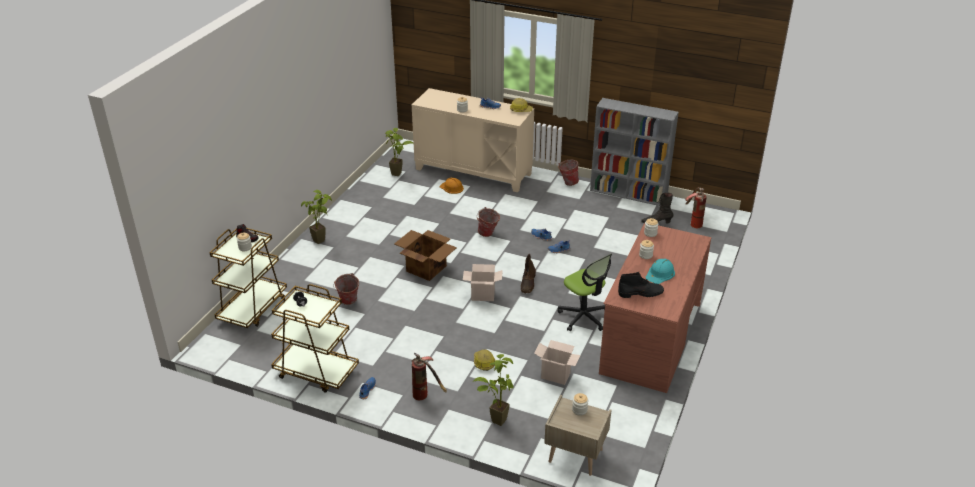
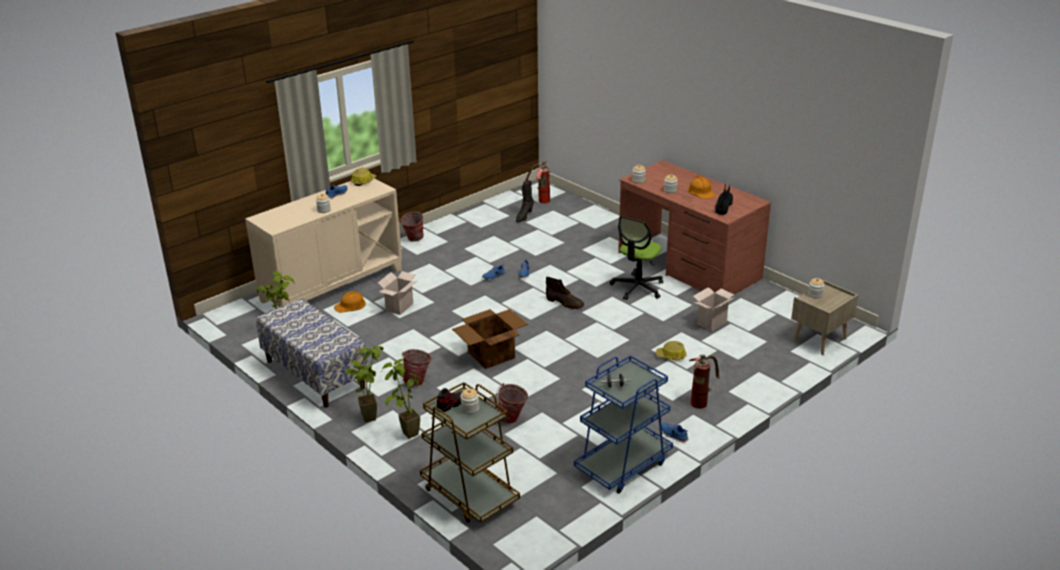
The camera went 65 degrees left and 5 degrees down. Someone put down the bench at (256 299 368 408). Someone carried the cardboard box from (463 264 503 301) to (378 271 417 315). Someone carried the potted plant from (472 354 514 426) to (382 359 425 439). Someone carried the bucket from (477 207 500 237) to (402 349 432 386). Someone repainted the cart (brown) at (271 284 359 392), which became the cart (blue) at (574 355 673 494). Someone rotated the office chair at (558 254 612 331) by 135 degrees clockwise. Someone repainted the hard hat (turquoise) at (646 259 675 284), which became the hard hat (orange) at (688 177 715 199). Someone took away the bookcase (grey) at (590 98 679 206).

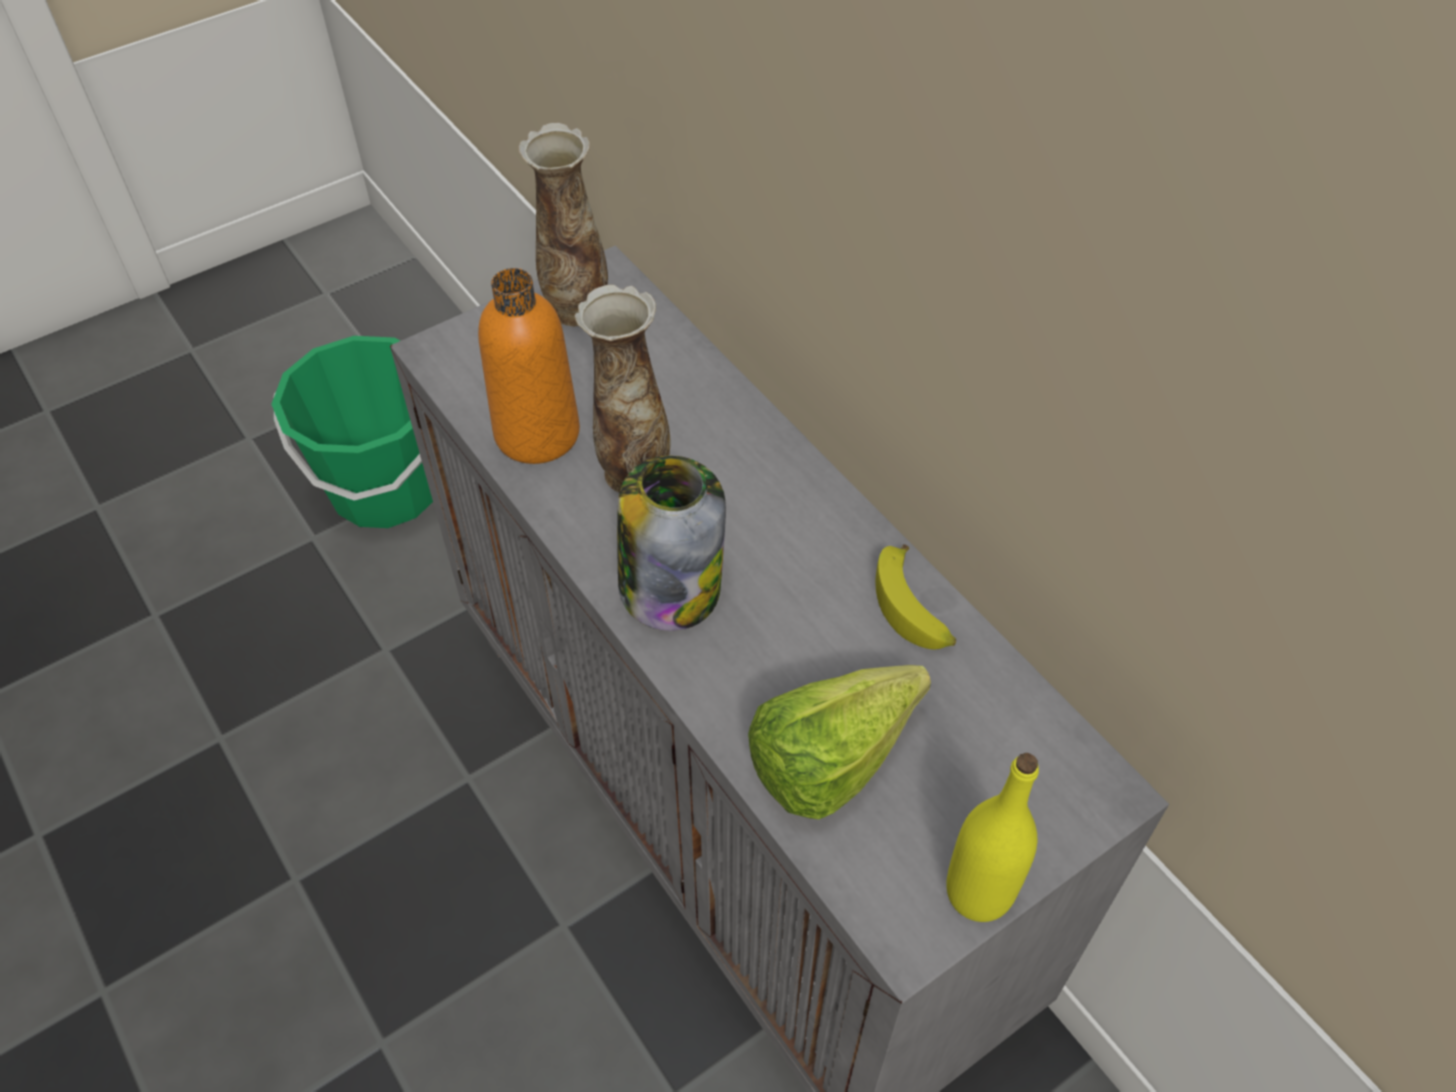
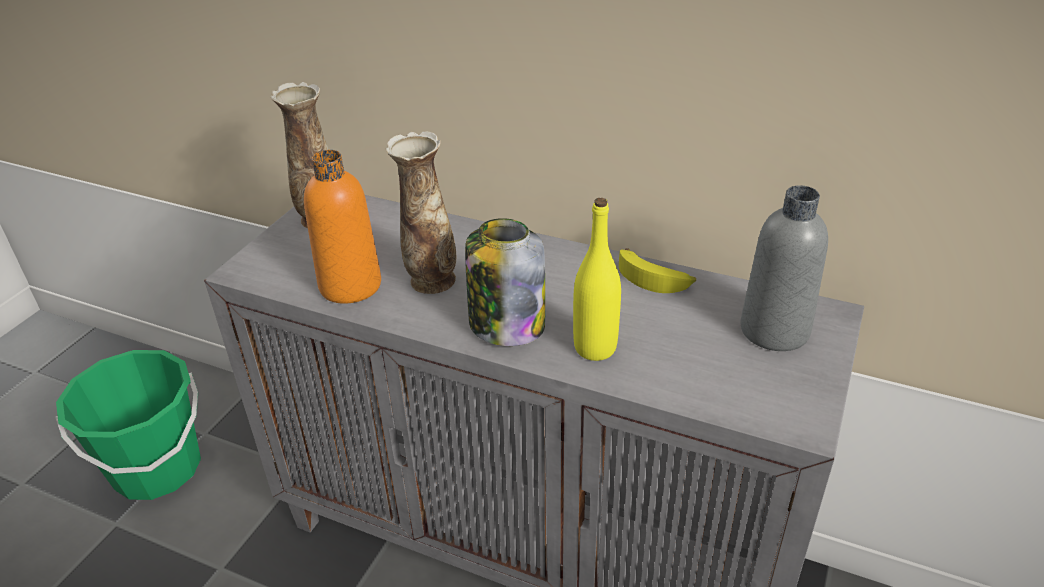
The camera went 30 degrees left and 15 degrees down. Someone carried the bottle (yellow) from (946 753 1039 922) to (573 198 621 361). Someone put down the bottle (grey) at (741 185 828 351). Someone took away the lettuce at (748 665 931 819).

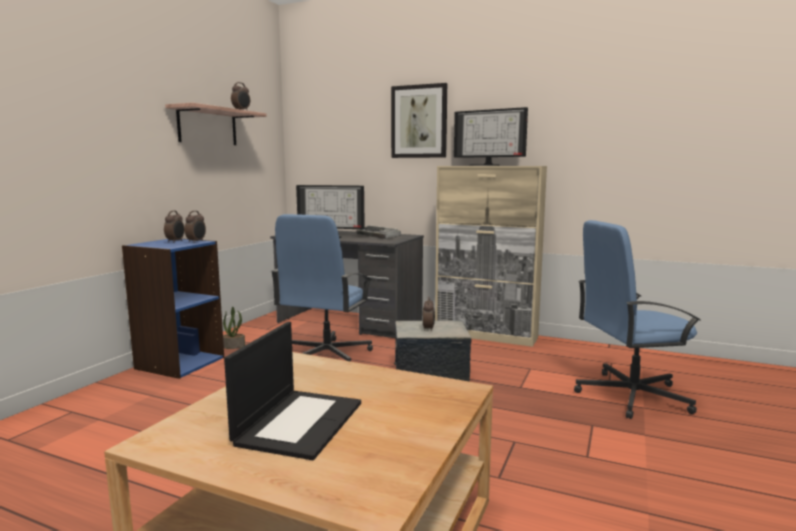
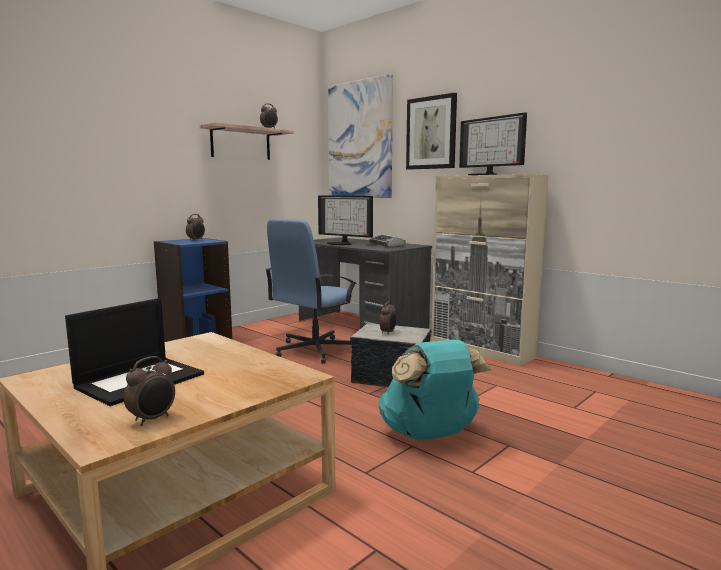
The camera went 20 degrees right and 0 degrees up. Someone carried the alarm clock from (184 211 206 243) to (124 356 175 426). Someone put up the picture at (328 74 393 198). Someone put down the backpack (turquoise) at (379 340 491 440). Someone took away the potted plant at (223 306 245 349). Someone took away the office chair (blue) at (574 220 701 419).

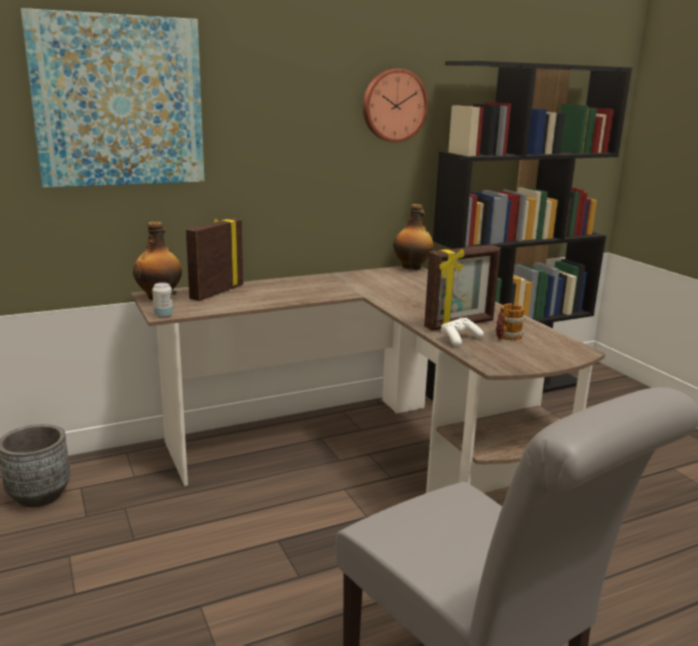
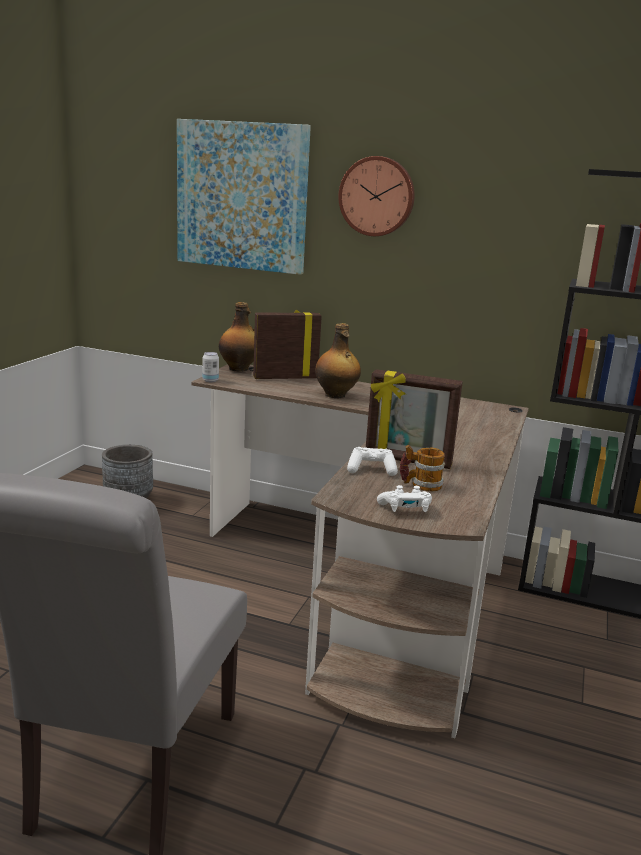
The camera went 45 degrees right and 0 degrees up. Someone carried the bottle from (393 204 434 269) to (315 323 361 398). Someone carried the wall clock from (363 69 428 142) to (338 156 415 236). Someone put down the game controller (white) at (377 485 432 512).

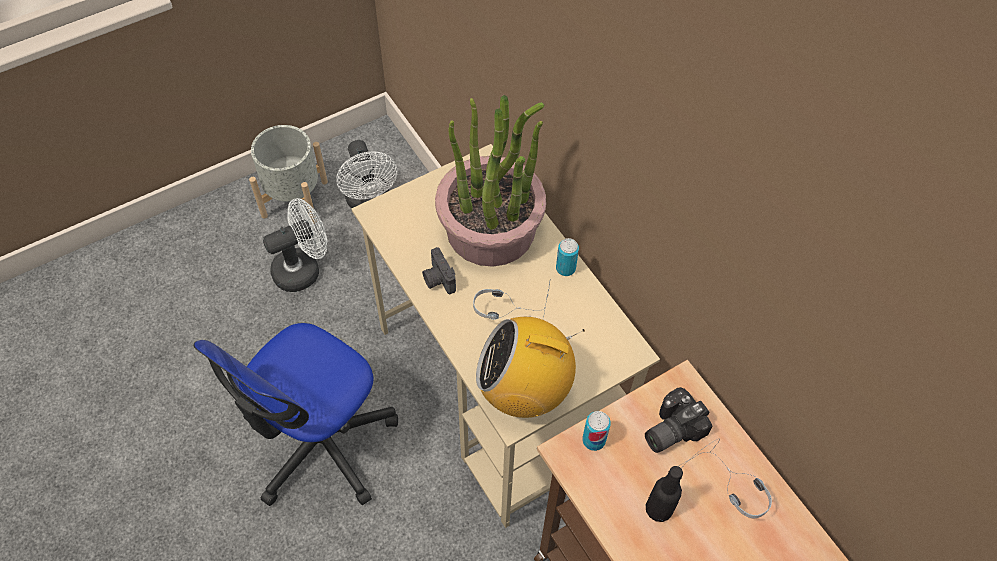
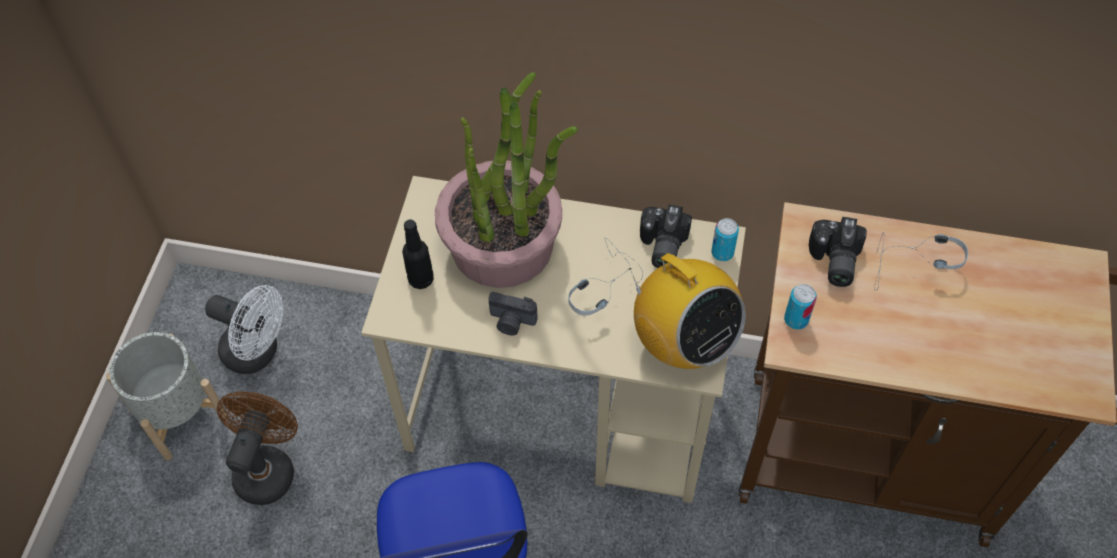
The camera went 45 degrees left and 0 degrees up. Someone repainted the fan (white) at (263 198 327 292), which became the fan (brown) at (217 391 298 505). Someone carried the bottle (black) from (646 466 683 522) to (402 220 434 289). Someone rotated the radio at (476 317 585 418) by 90 degrees counterclockwise. Someone put down the photo camera at (640 204 692 268). Someone carried the can from (556 238 579 276) to (711 218 739 261).

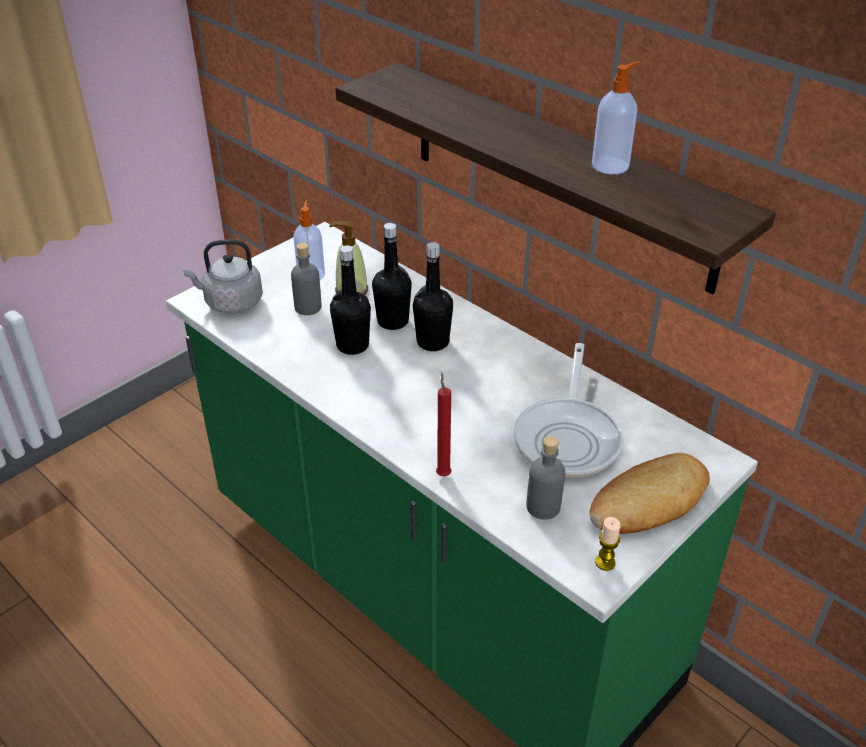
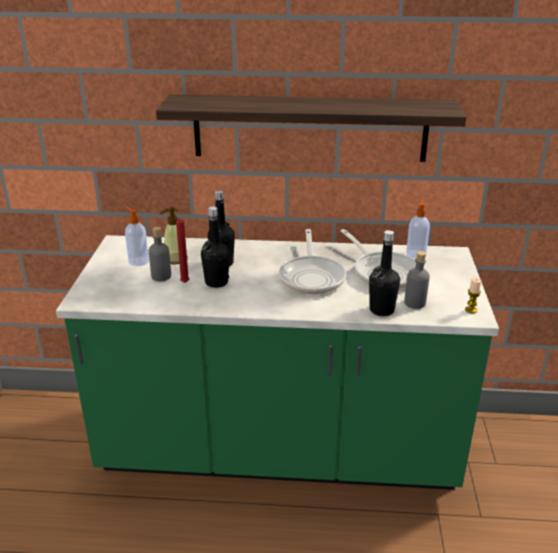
The camera went 40 degrees left and 10 degrees down. Someone carried the candle (red) from (436 373 452 476) to (174 212 189 283). Someone put down the frying pan at (279 229 346 294). Someone carried the bottle (black) from (413 242 453 351) to (369 230 400 316). Someone carried the soap dispenser from (592 62 640 174) to (406 200 430 259). Someone took away the kettle (grey) at (183 239 263 314). Someone took away the bread at (590 453 710 534).

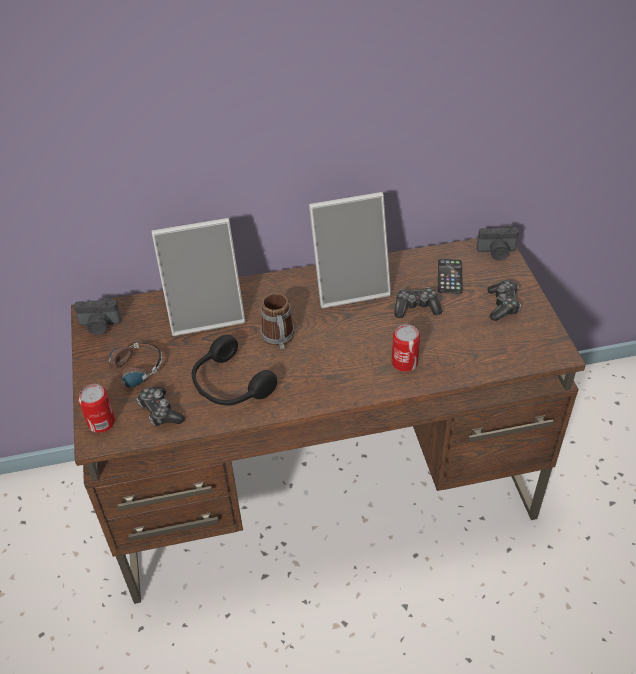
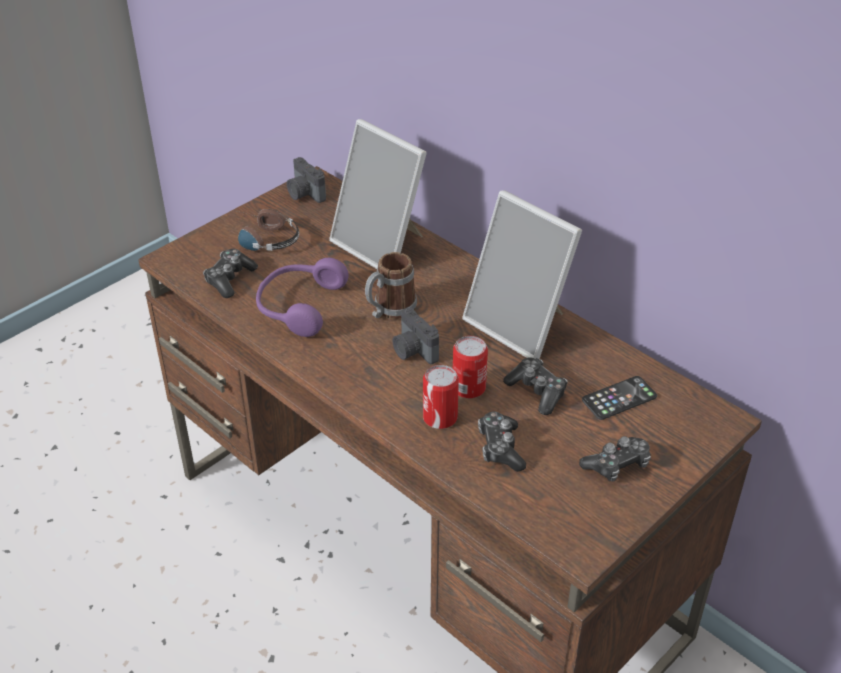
The camera went 55 degrees right and 5 degrees down. Someone repainted the headphones (black) at (192 335 277 405), which became the headphones (purple) at (256 258 349 337). Someone carried the photo camera from (477 225 519 260) to (392 307 439 364). Someone carried the can from (78 384 115 433) to (453 336 488 398). Someone put down the game controller at (478 412 526 472).

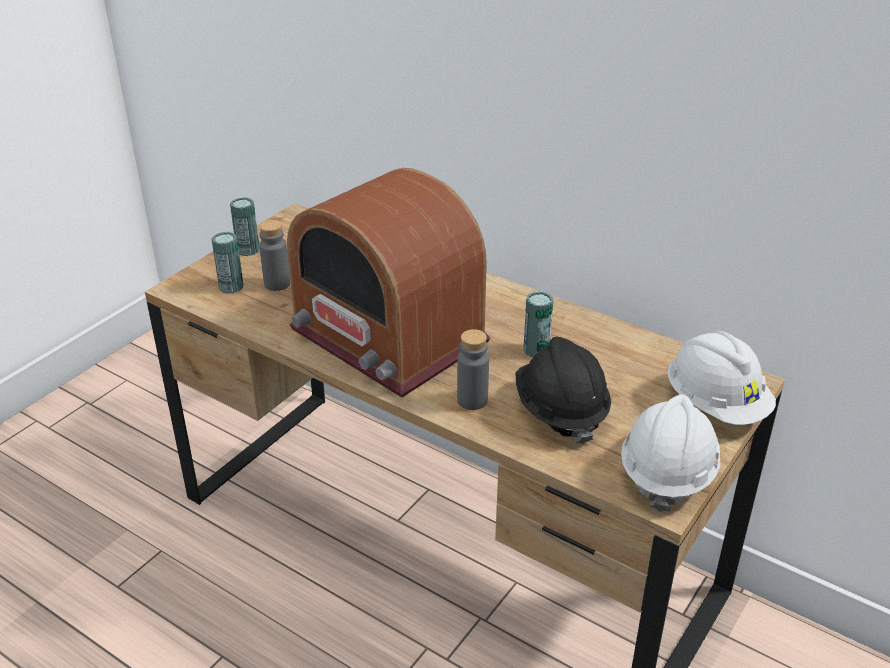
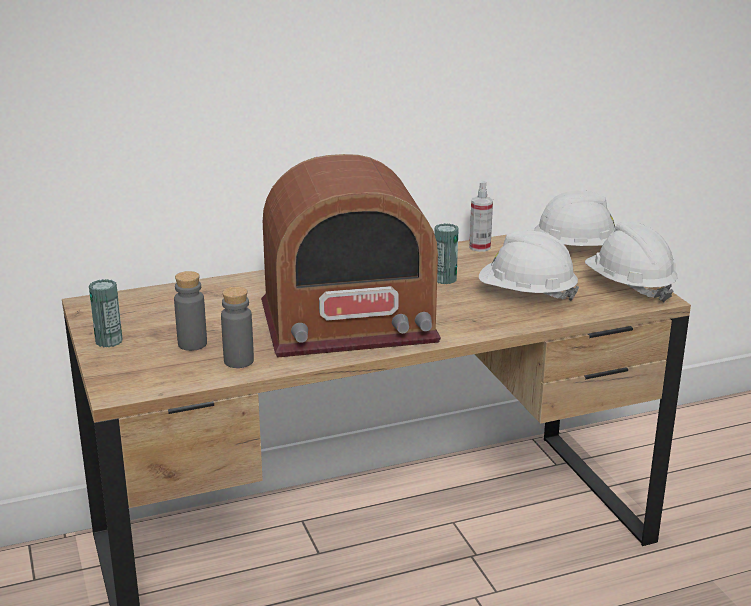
The camera went 55 degrees left and 10 degrees down. Someone carried the bottle (grey) from (457 329 489 410) to (221 286 254 368). Someone put down the spray bottle at (469 181 493 252). Someone repainted the hard hat (black) at (516 337 611 444), which became the hard hat (white) at (479 230 579 301). Someone took away the can at (212 232 244 293).

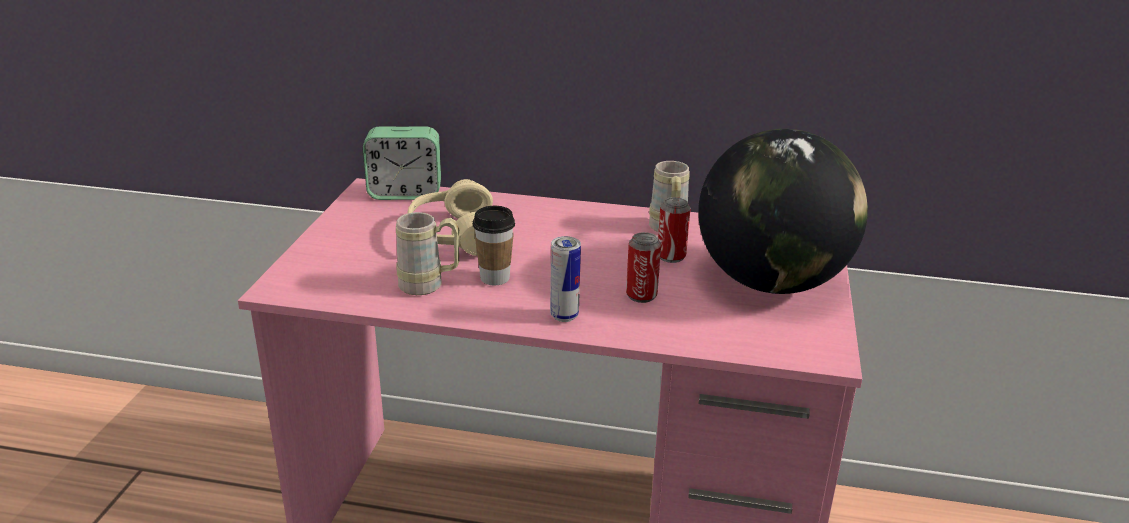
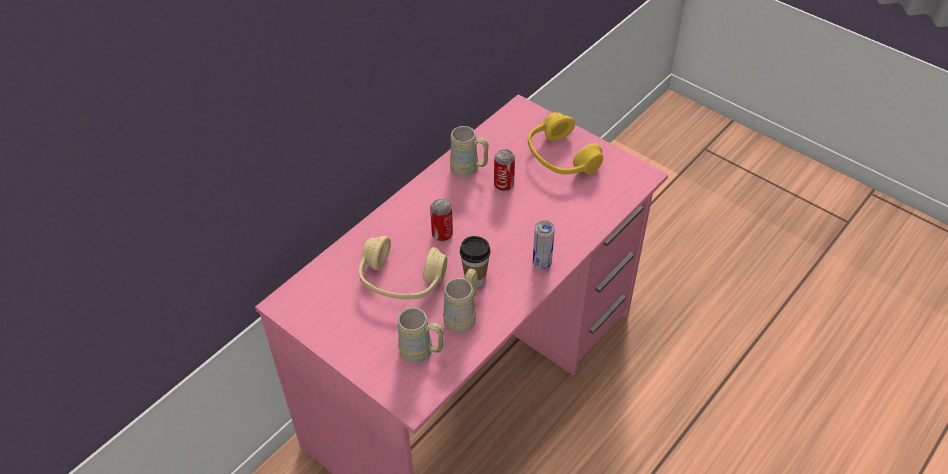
The camera went 60 degrees left and 20 degrees up. Someone put down the mug (beige) at (398 307 444 364). Someone carried the can from (626 232 661 303) to (430 199 453 241). Someone swapped the globe at (698 129 868 294) for the headphones (yellow) at (528 112 603 175). Someone took away the alarm clock at (363 127 441 200).

